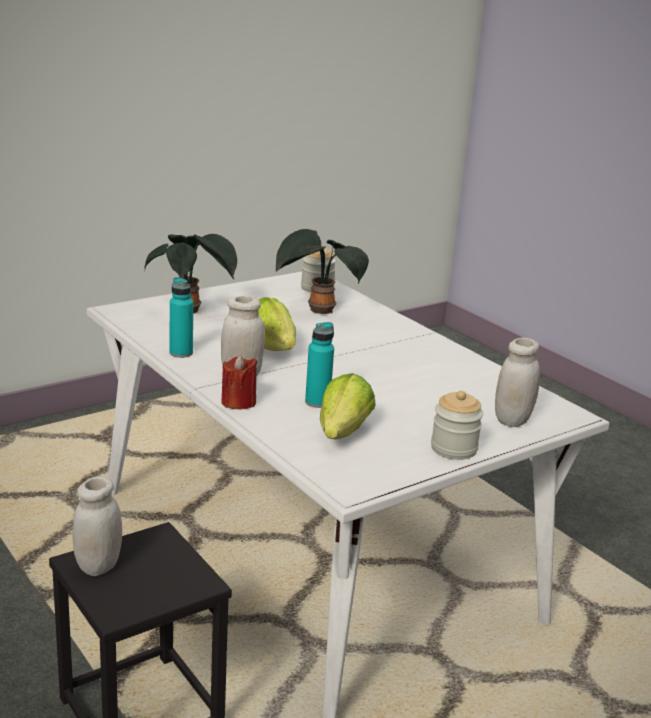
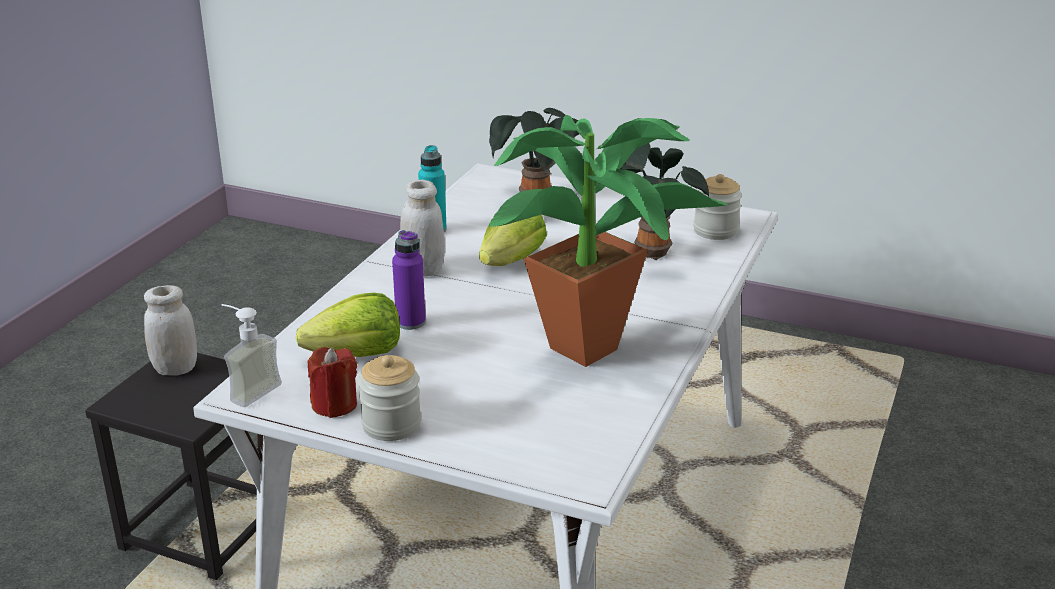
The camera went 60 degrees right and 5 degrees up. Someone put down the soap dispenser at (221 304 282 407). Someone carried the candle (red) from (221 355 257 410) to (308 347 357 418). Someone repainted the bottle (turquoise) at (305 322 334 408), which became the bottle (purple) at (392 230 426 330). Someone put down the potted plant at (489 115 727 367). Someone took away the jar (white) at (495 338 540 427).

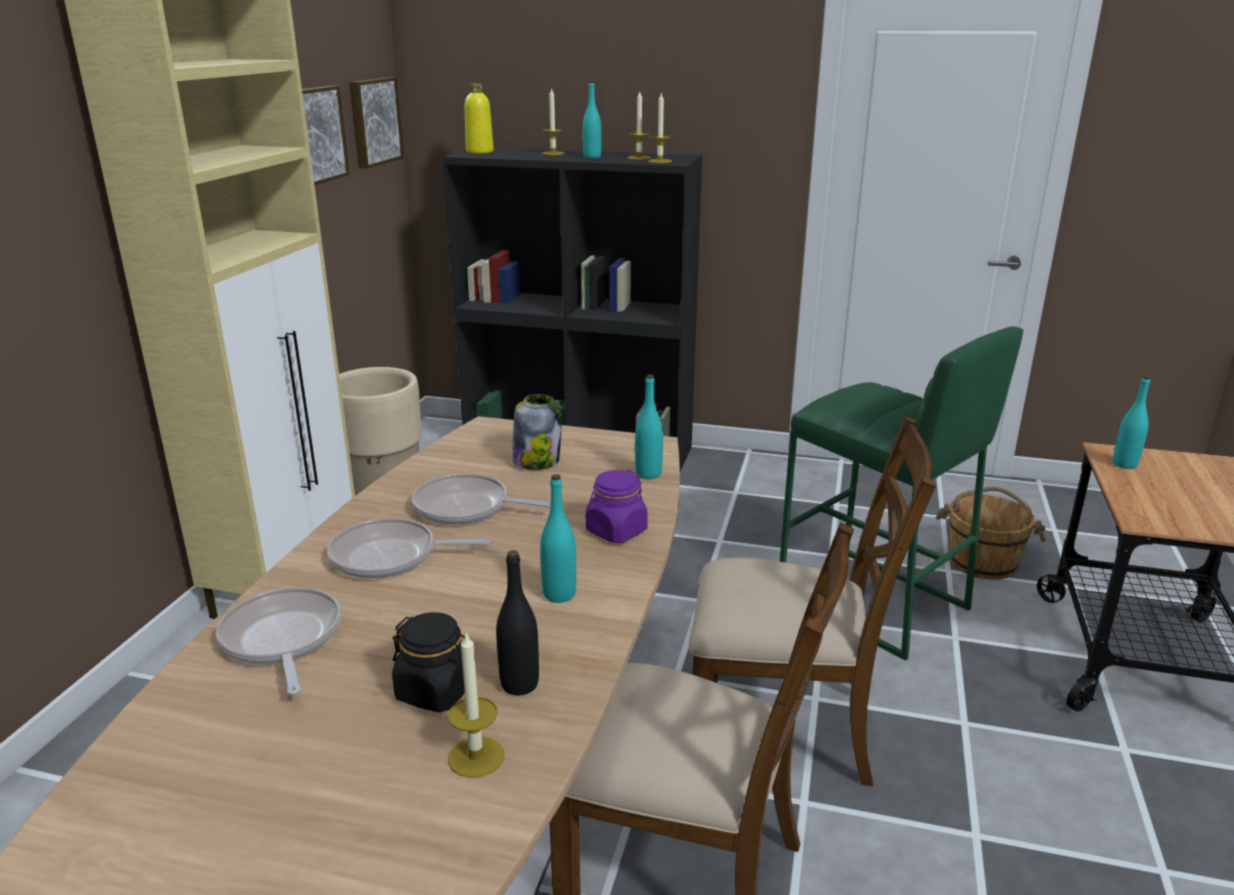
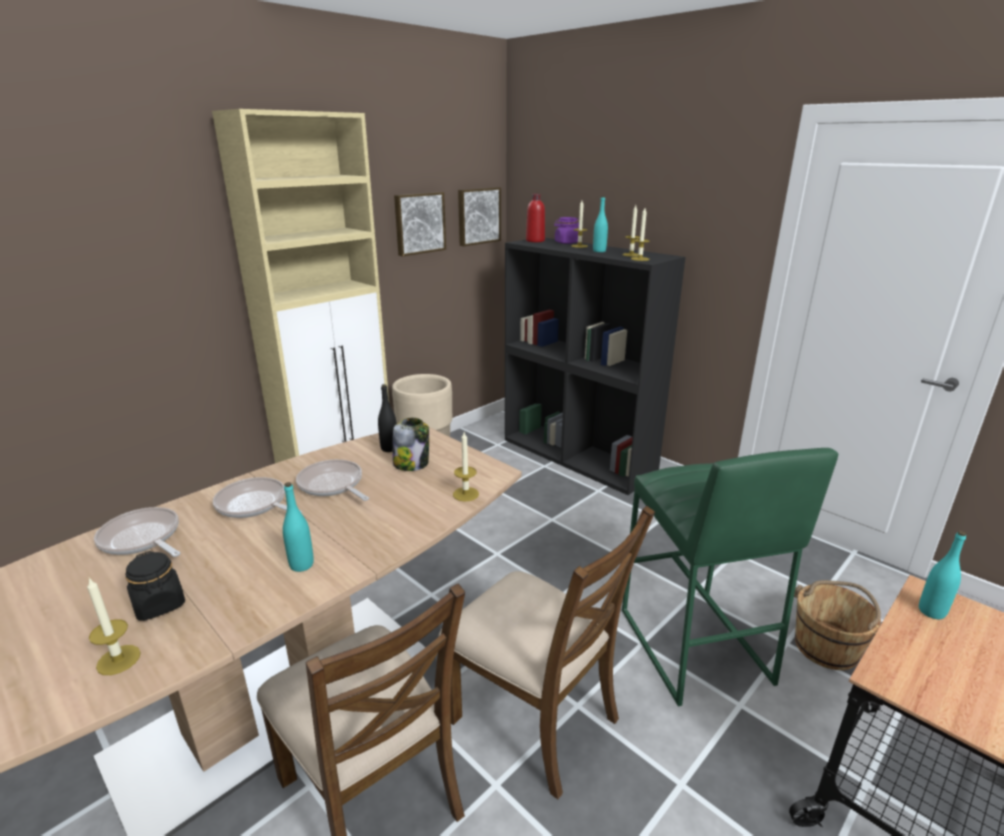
The camera went 30 degrees right and 0 degrees up. Someone rotated the frying pan at (216 587 341 695) by 60 degrees counterclockwise. Someone carried the bottle (black) from (496 550 539 695) to (378 384 397 452). Someone swapped the bottle (turquoise) at (635 375 663 479) for the candle at (453 432 479 501). Someone repainted the bottle (yellow) at (465 83 494 154), which became the bottle (red) at (526 194 545 242). Someone carried the jar (purple) from (586 470 648 543) to (554 217 579 244).

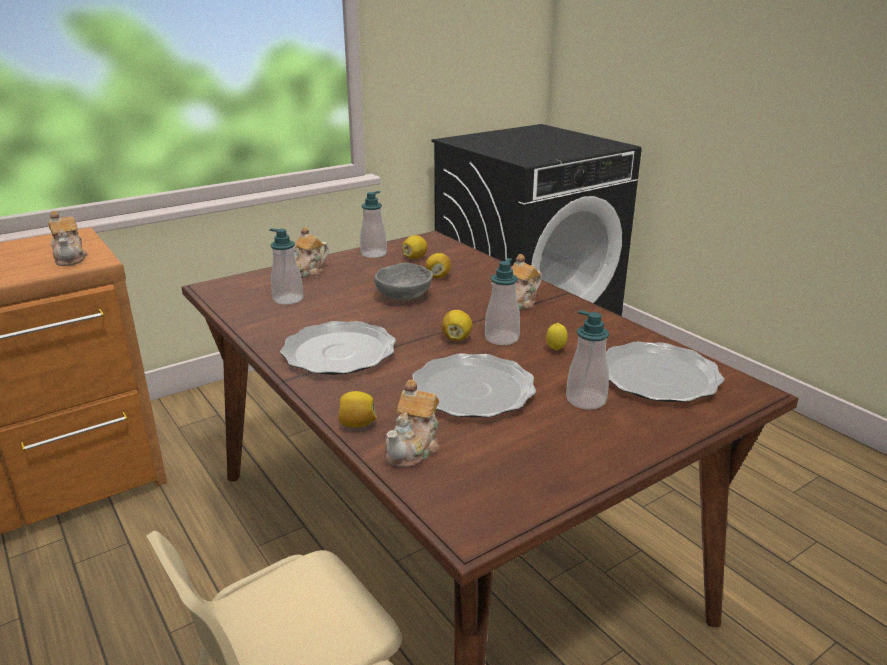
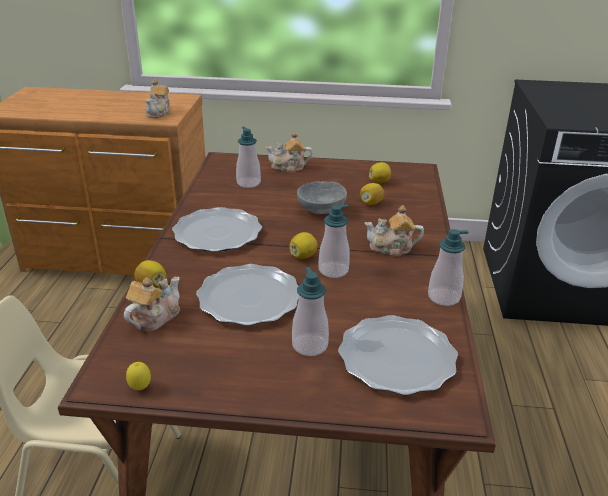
The camera went 40 degrees right and 5 degrees up. Someone rotated the teapot at (385 380 440 468) by 150 degrees clockwise. Someone carried the lemon from (546 323 568 351) to (126 362 151 390). Someone carried the soap dispenser from (360 191 387 258) to (428 229 468 306).

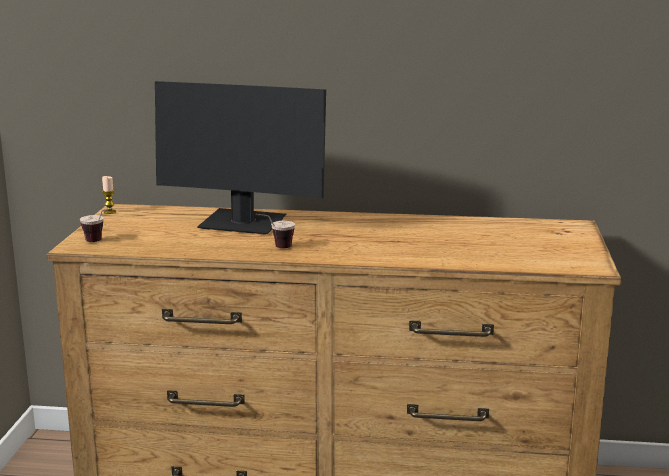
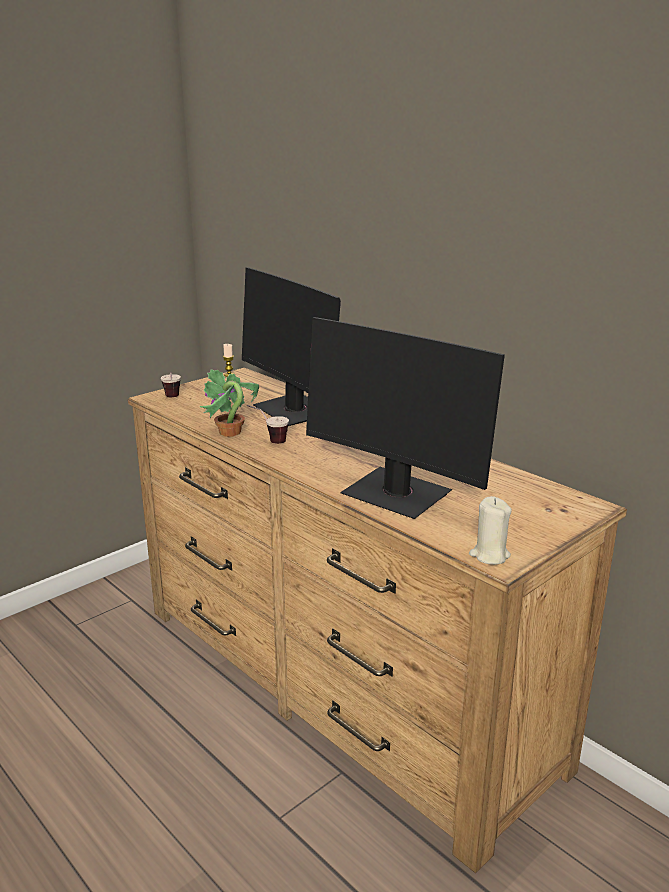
The camera went 40 degrees right and 5 degrees up. Someone put down the potted plant at (199 369 259 437). Someone put down the monitor at (306 317 505 519). Someone put down the candle (beige) at (469 496 512 565).

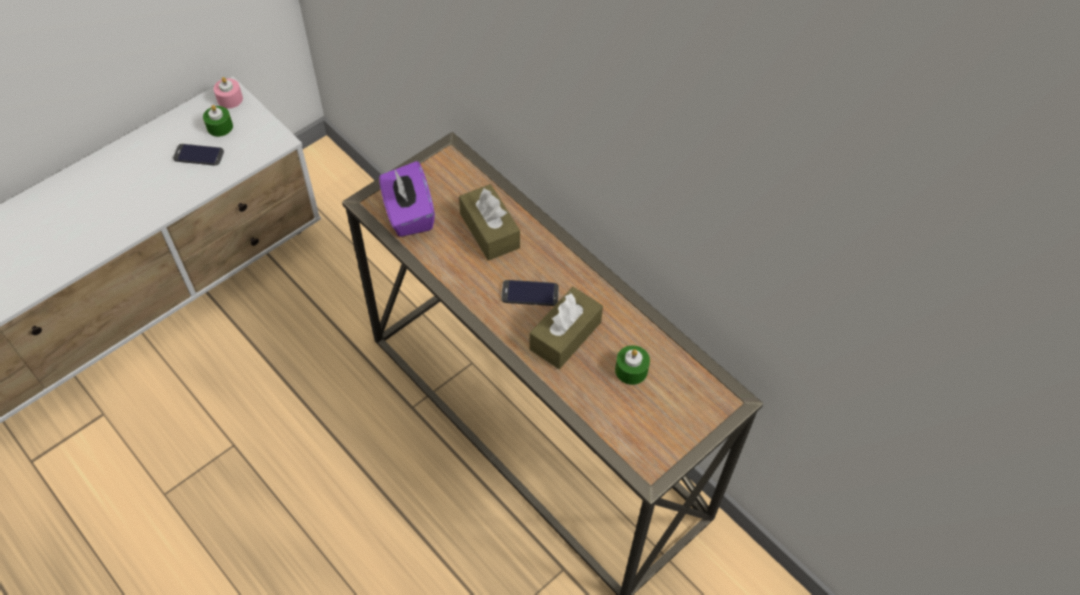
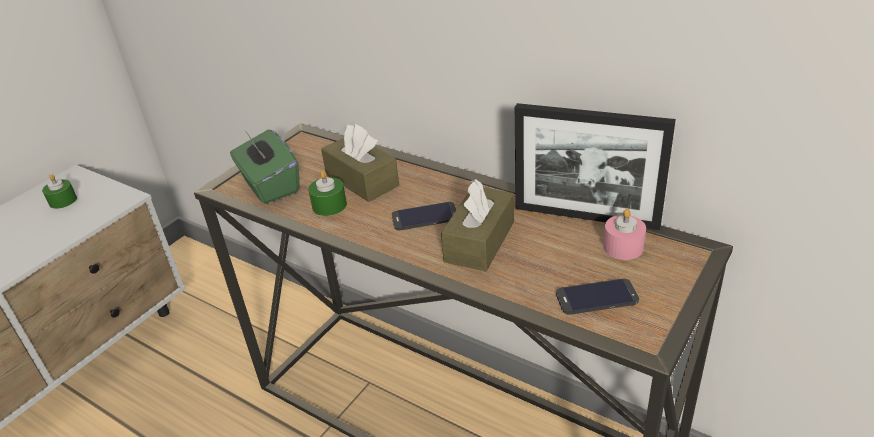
The camera went 10 degrees left and 20 degrees down. Someone repainted the tissue box (purple) at (379 161 435 237), which became the tissue box (green) at (230 130 299 204). Someone carried the candle (green) from (615 345 650 385) to (308 171 347 216). Someone put down the picture frame at (515 103 676 230). Someone carried the phone from (173 144 224 166) to (556 279 639 315). Someone carried the candle (pink) from (214 77 243 109) to (603 209 646 260).

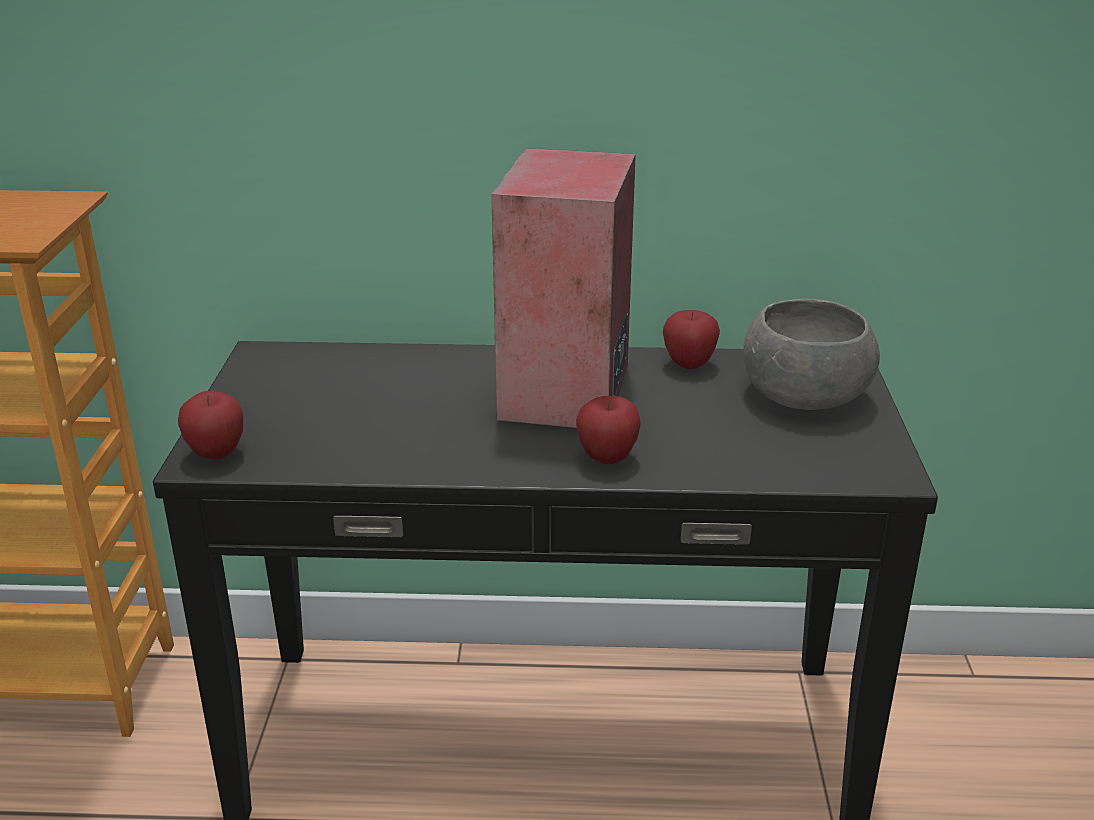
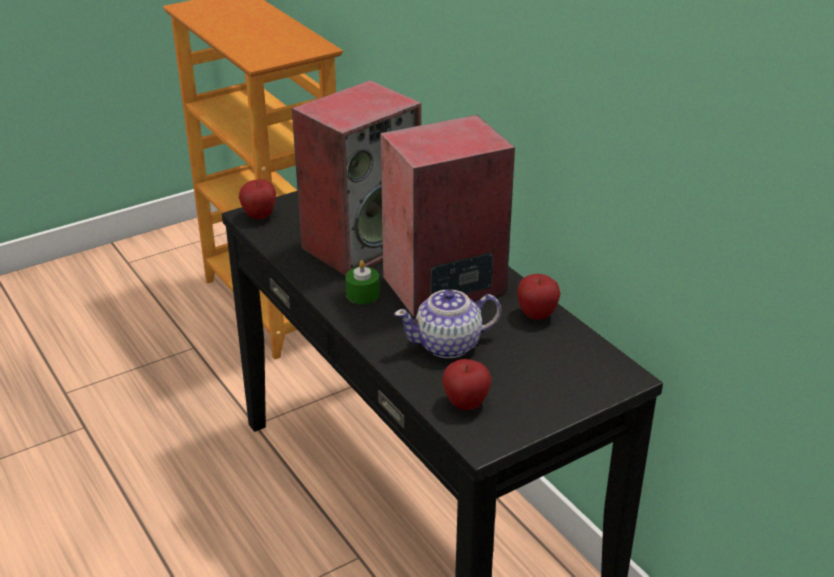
The camera went 55 degrees right and 5 degrees up. Someone put down the speaker at (292 80 421 276). Someone put down the candle (green) at (345 260 380 304). Someone put down the teapot at (394 289 501 358). Someone carried the apple from (576 396 641 464) to (442 359 492 410). Someone took away the bowl (grey) at (743 299 880 410).

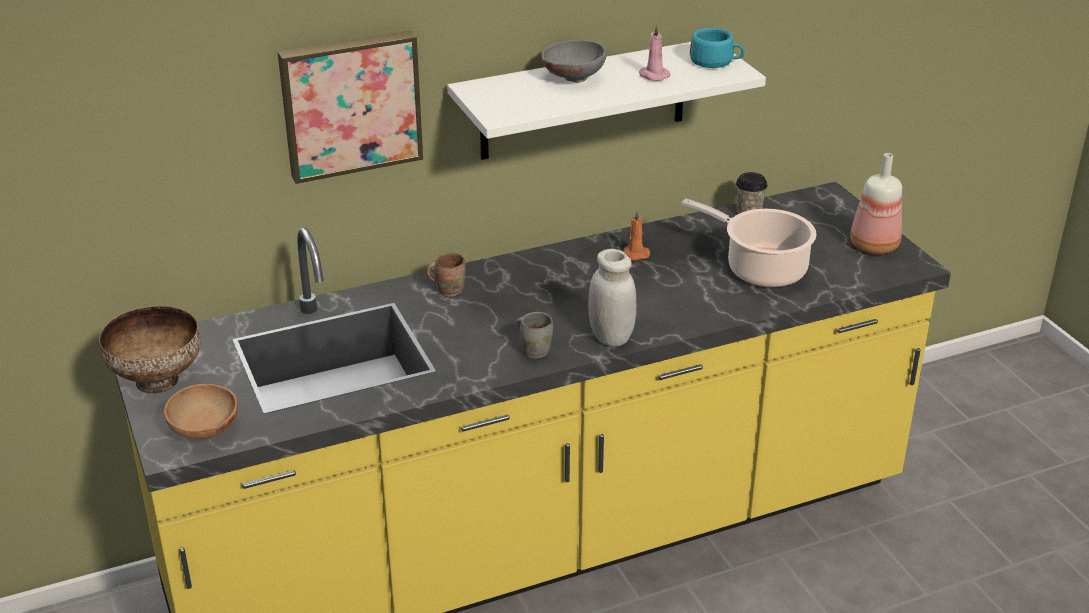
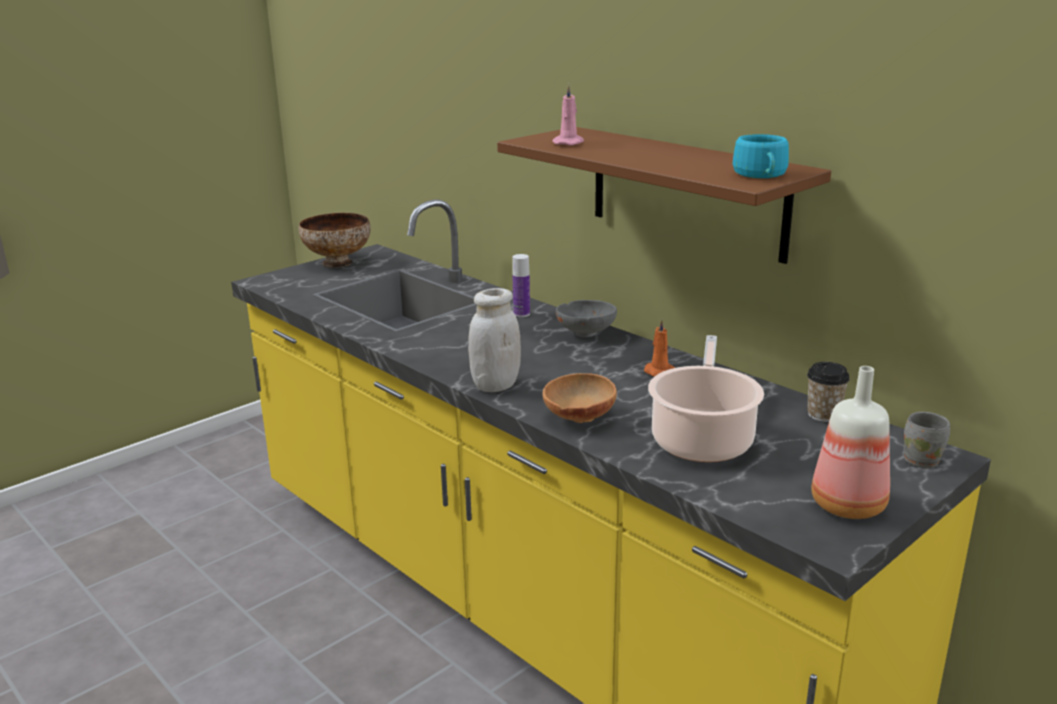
The camera went 70 degrees right and 10 degrees down. Someone repainted the shelf (white) at (447 42 766 160), which became the shelf (brown) at (497 127 831 264). Someone swapped the mug (brown) at (427 252 466 297) for the bottle at (512 254 530 317). Someone carried the bowl (brown) from (164 384 238 439) to (542 373 617 423). Someone carried the candle (pink) from (639 24 670 81) to (552 84 584 145). Someone carried the bowl (grey) from (541 40 606 83) to (556 300 617 337). Someone carried the mug (grey) from (515 312 553 359) to (904 412 950 468). Someone took away the picture at (278 30 423 184).

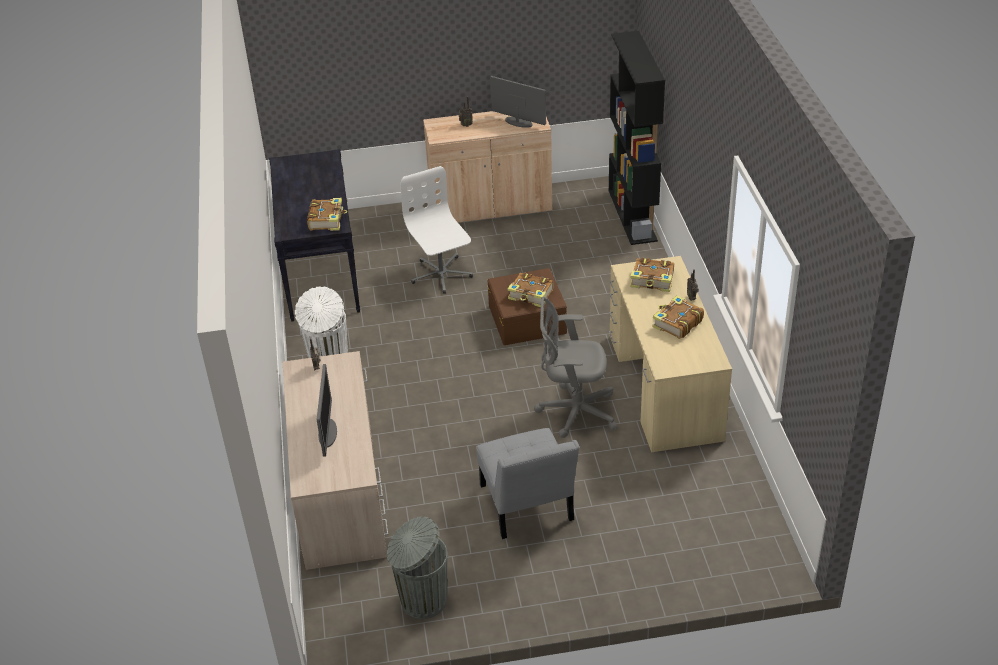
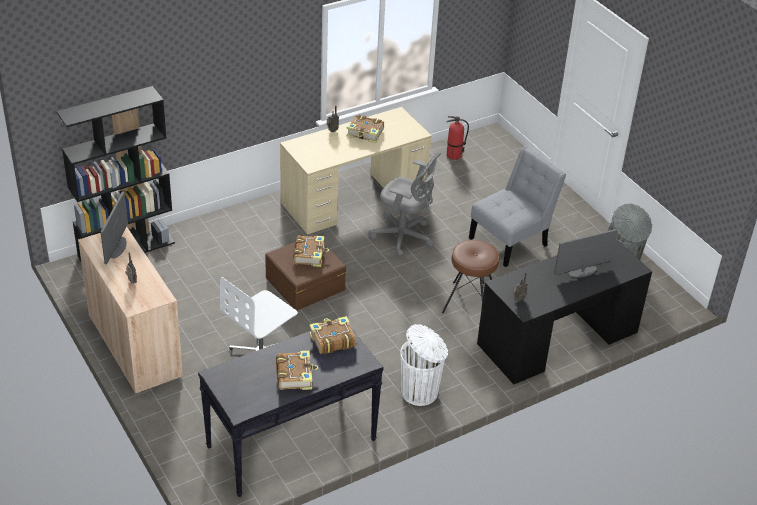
The camera went 115 degrees left and 0 degrees up. Someone carried the book from (630 257 674 292) to (276 351 318 390). Someone rotated the office chair (grey) at (534 297 617 438) by 45 degrees counterclockwise. Someone put down the stool (brown) at (442 240 499 313). Someone put down the fire extinguisher at (446 116 469 160). Someone repainted the desk (beige) at (283 351 388 570), which became the desk (black) at (477 239 652 384).

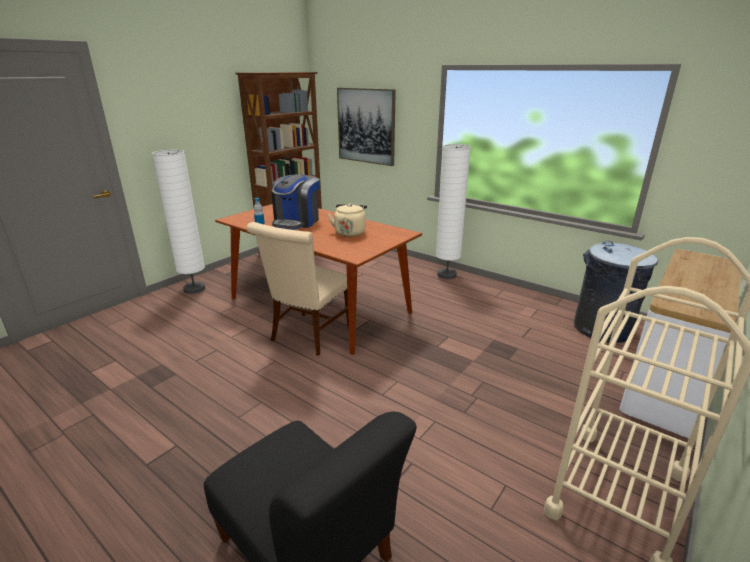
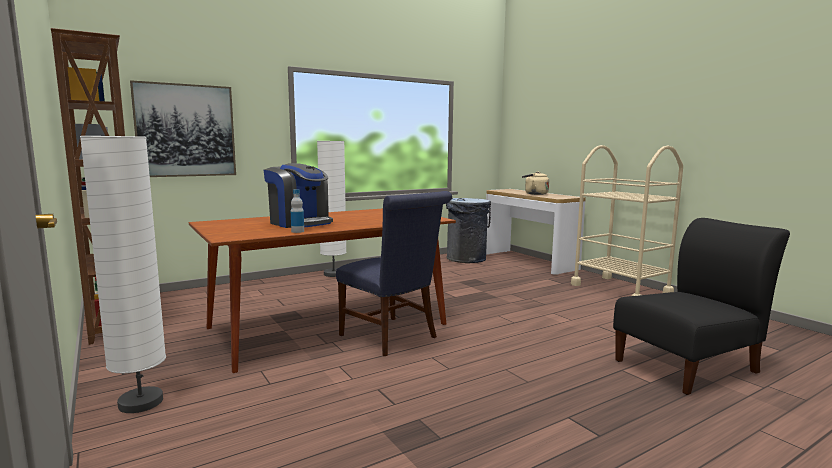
The camera went 70 degrees left and 15 degrees down. Someone repainted the chair (beige) at (246 222 349 355), which became the chair (blue) at (336 191 452 356). Someone carried the kettle (beige) from (328 204 367 237) to (522 171 549 195).

